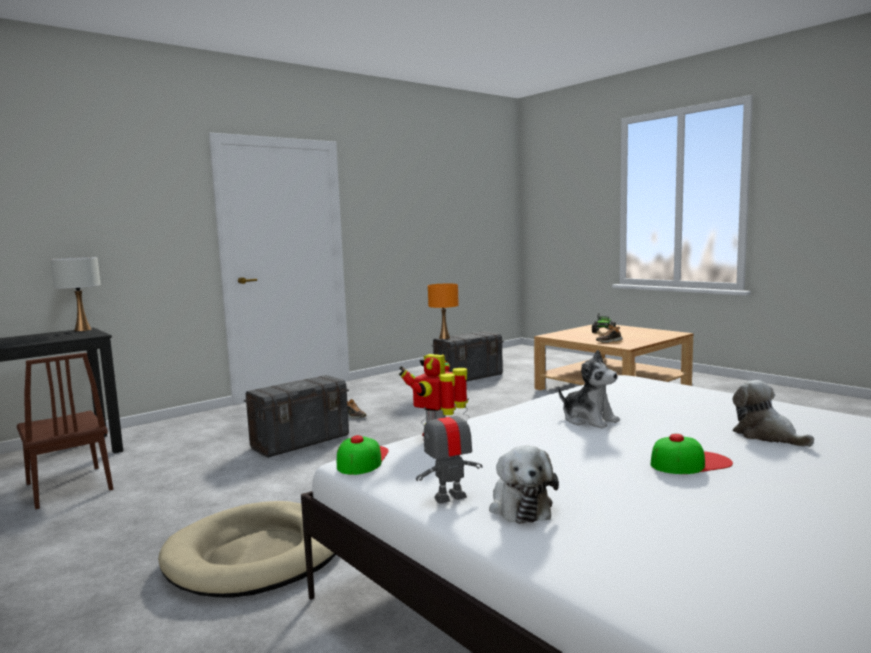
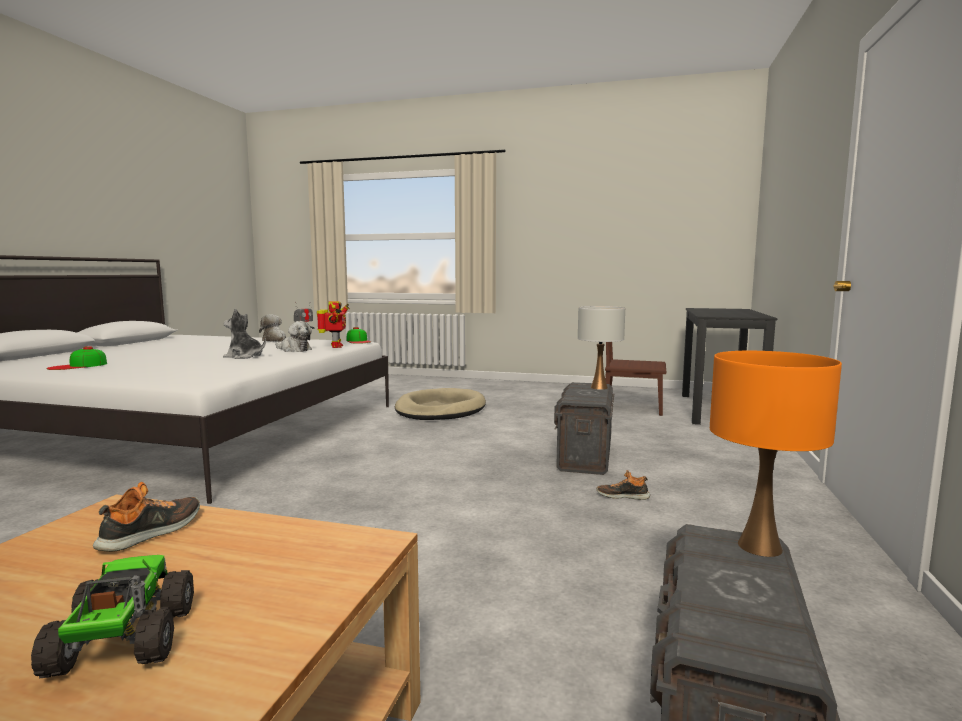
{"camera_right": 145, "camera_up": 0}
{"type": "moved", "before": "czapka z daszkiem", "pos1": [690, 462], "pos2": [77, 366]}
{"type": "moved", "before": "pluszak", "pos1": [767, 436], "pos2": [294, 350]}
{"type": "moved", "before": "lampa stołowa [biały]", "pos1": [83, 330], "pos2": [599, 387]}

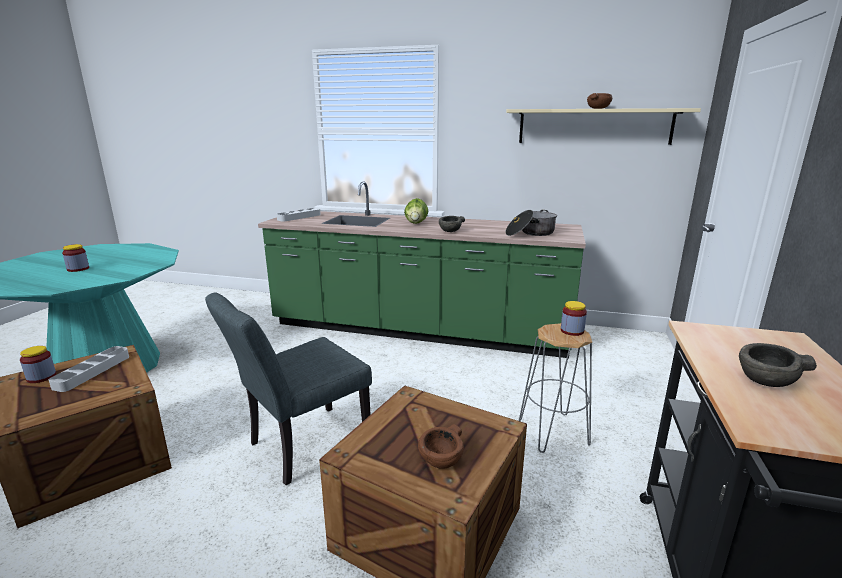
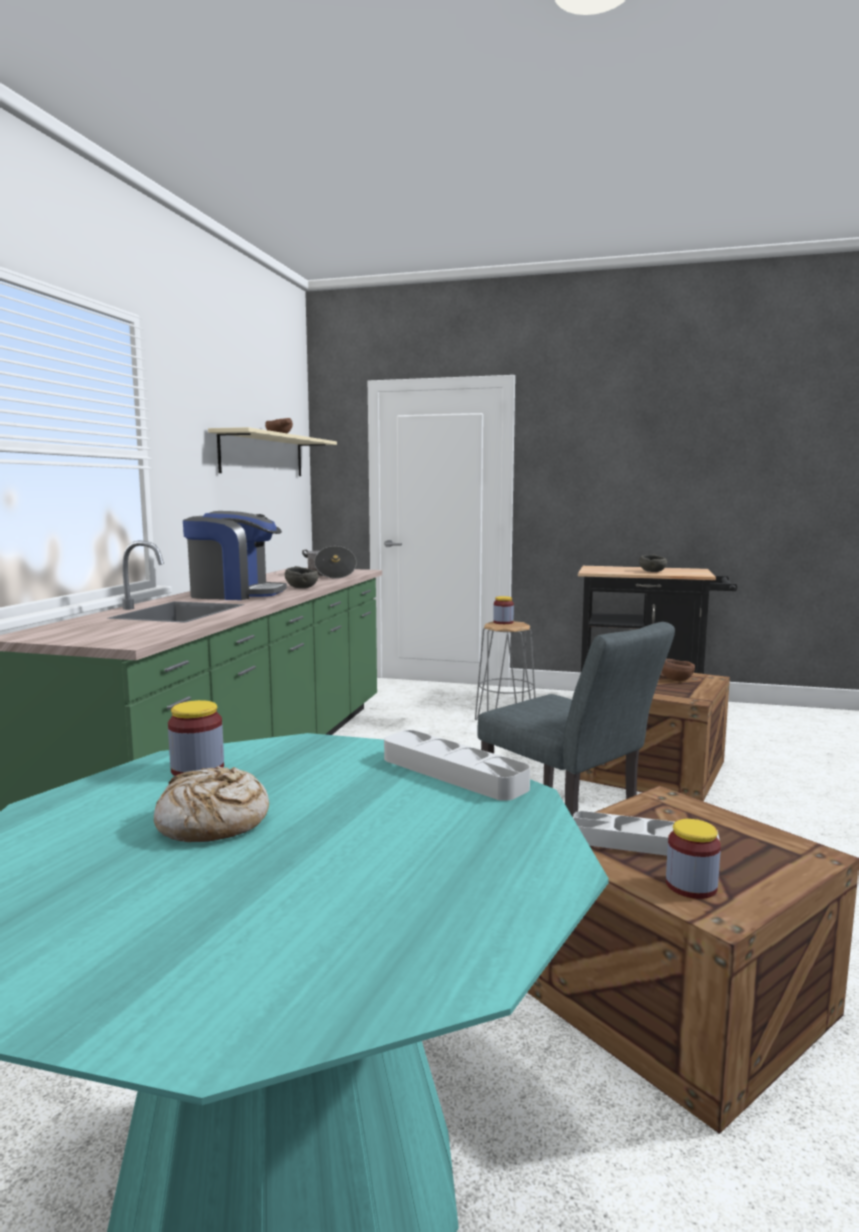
{"camera_right": -90, "camera_up": -10}
{"type": "added", "after": "chleb", "pos2": [213, 822]}
{"type": "moved", "before": "słoik", "pos1": [78, 269], "pos2": [197, 769]}
{"type": "replaced", "before": "sałata", "after": "ekspres do kawy", "pos1": [416, 223], "pos2": [235, 594]}
{"type": "moved", "before": "taca [szary]", "pos1": [299, 217], "pos2": [453, 772]}

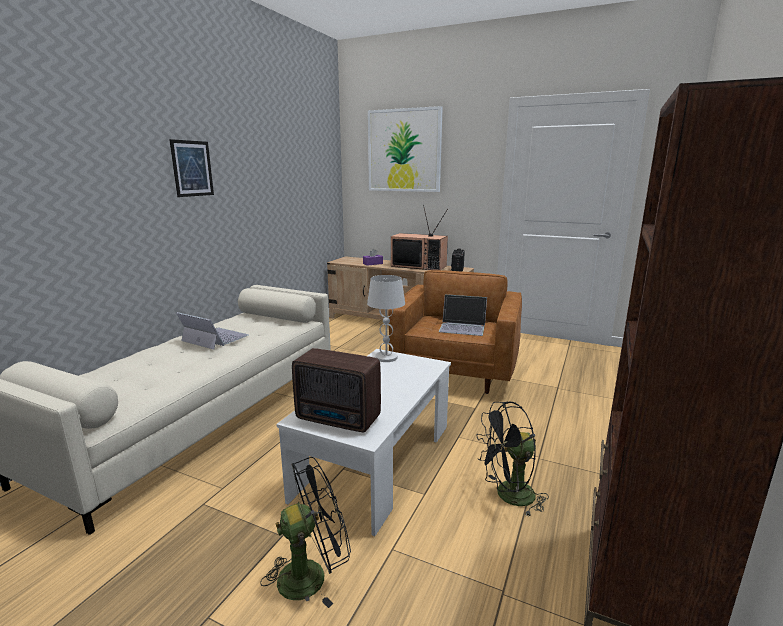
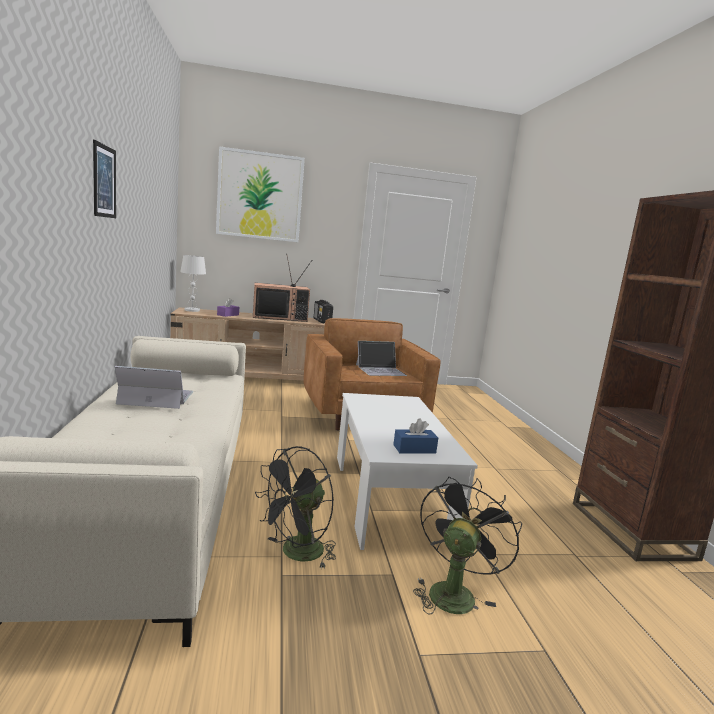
{"camera_right": -35, "camera_up": -5}
{"type": "moved", "before": "lampa stołowa [biały]", "pos1": [386, 357], "pos2": [192, 310]}
{"type": "moved", "before": "wentylator [czarny]", "pos1": [508, 496], "pos2": [296, 554]}
{"type": "replaced", "before": "radio", "after": "pudełko chusteczek [niebieski]", "pos1": [339, 419], "pos2": [414, 449]}

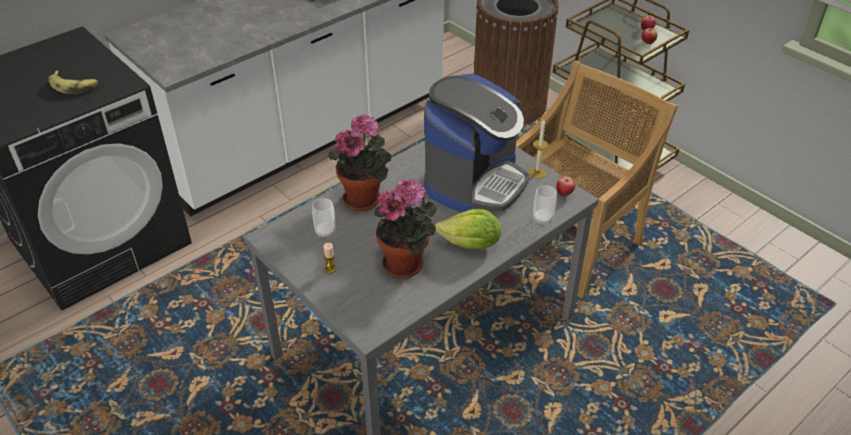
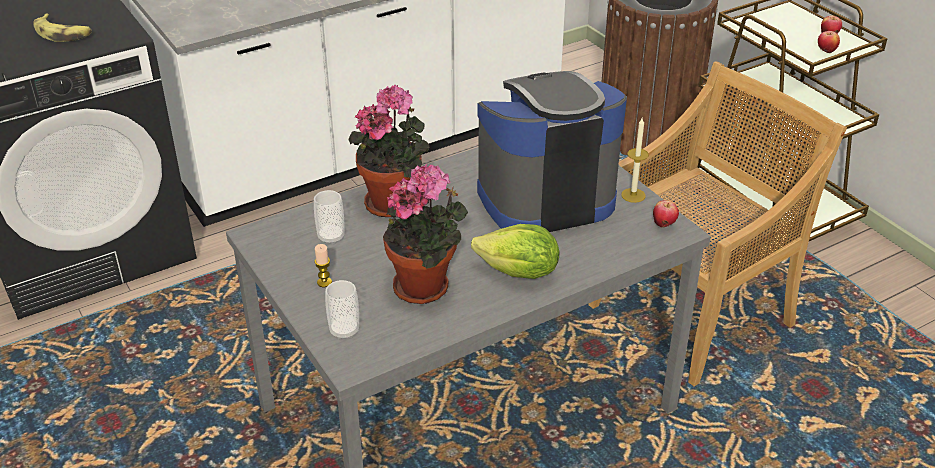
{"camera_right": 10, "camera_up": -5}
{"type": "moved", "before": "filiżanka", "pos1": [542, 218], "pos2": [344, 331]}
{"type": "turned", "before": "ekspres do kawy", "pos1": [474, 182], "pos2": [545, 198], "turn": -150}

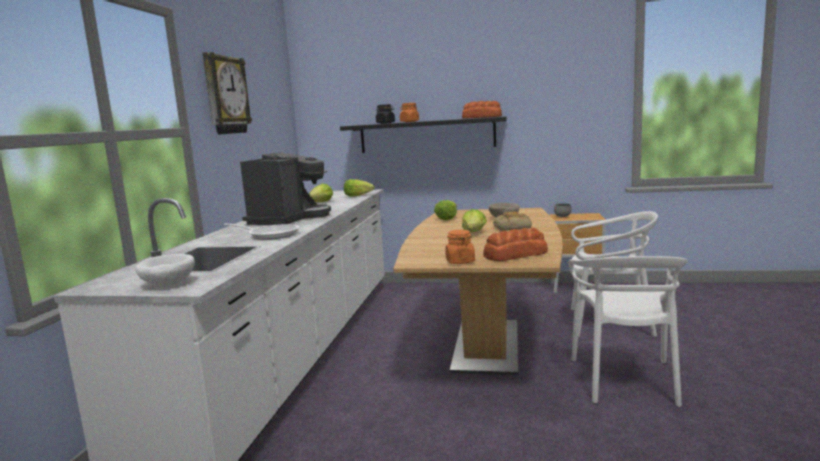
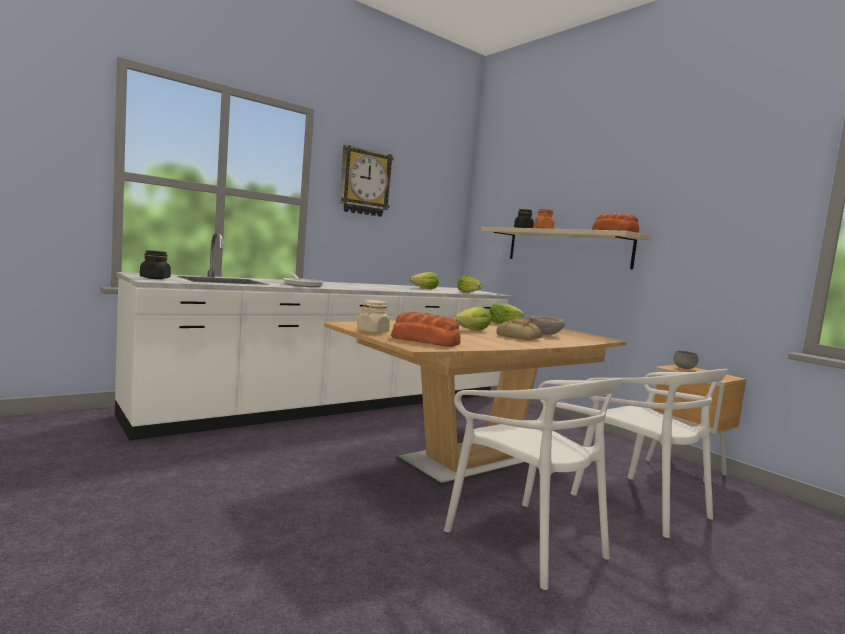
{"camera_right": 40, "camera_up": -5}
{"type": "replaced", "before": "miska [biały]", "after": "słoik [czarny]", "pos1": [167, 284], "pos2": [155, 278]}
{"type": "recoloured", "before": "słoik [pomarańczowy]", "after": "słoik [beżowy]", "pos1": [460, 261], "pos2": [372, 331]}
{"type": "turned", "before": "krzesło [biały]", "pos1": [625, 380], "pos2": [526, 541], "turn": -90}
{"type": "recoloured", "before": "półka [czarny]", "after": "półka [beżowy]", "pos1": [427, 135], "pos2": [567, 248]}
{"type": "removed", "before": "ekspres do kawy", "pos1": [289, 218]}

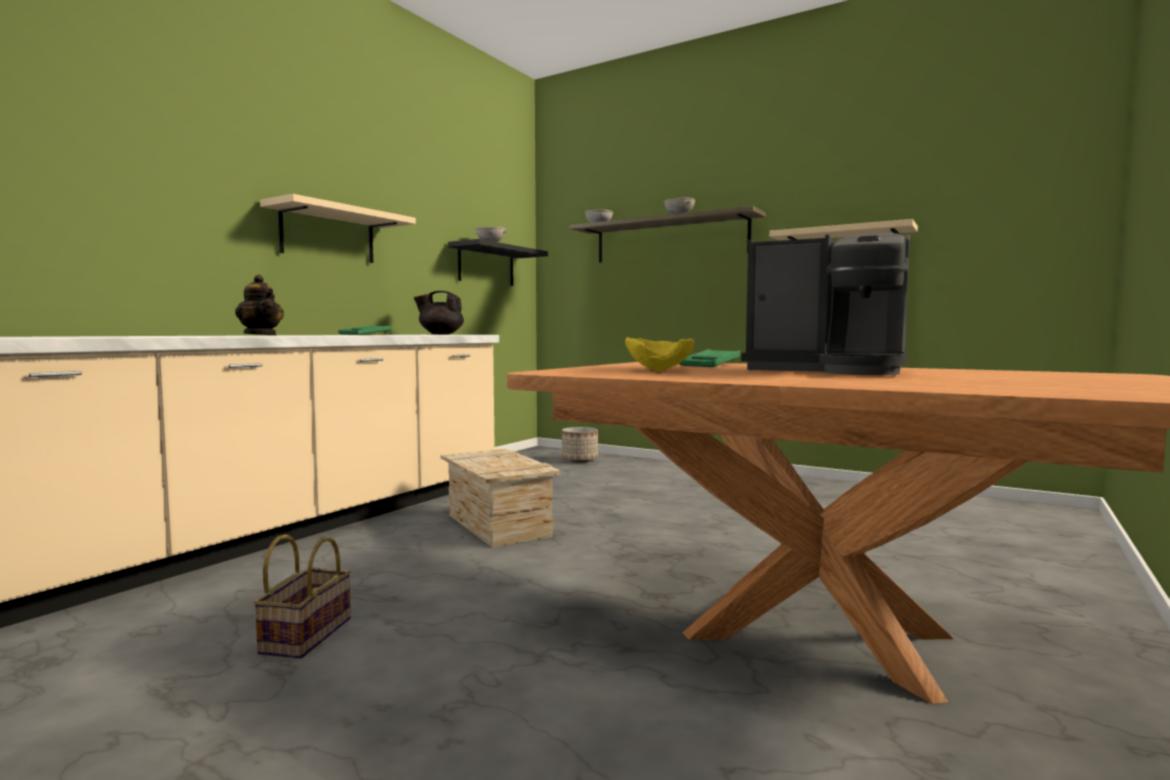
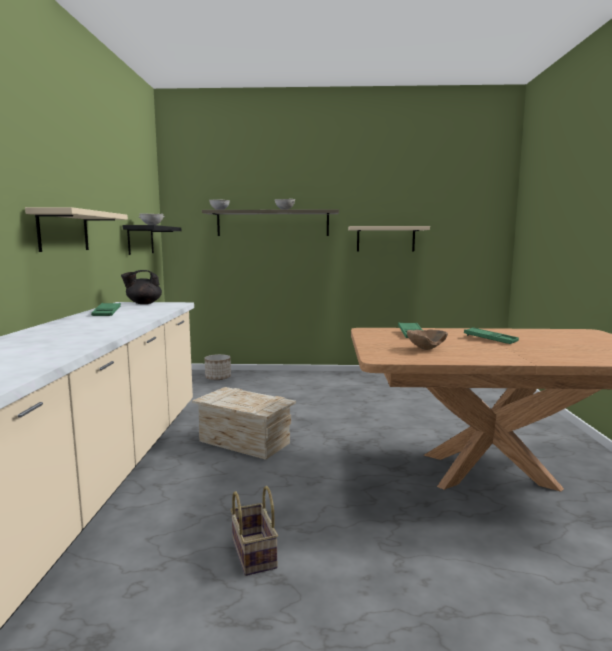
{"camera_right": -30, "camera_up": 5}
{"type": "recoloured", "before": "miska [żółty]", "after": "miska [brązowy]", "pos1": [660, 371], "pos2": [425, 349]}
{"type": "replaced", "before": "ekspres do kawy", "after": "taca [zielony]", "pos1": [829, 371], "pos2": [490, 339]}
{"type": "removed", "before": "imbryk", "pos1": [261, 335]}

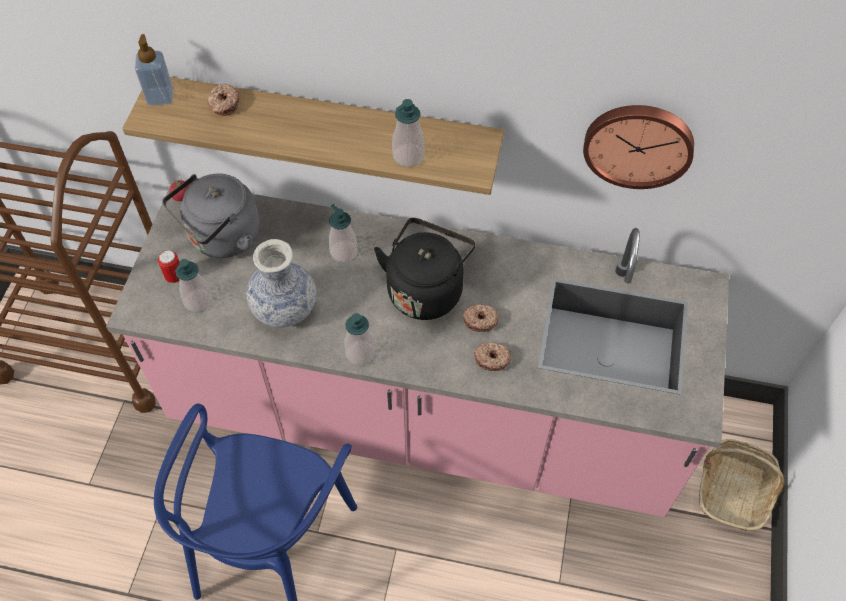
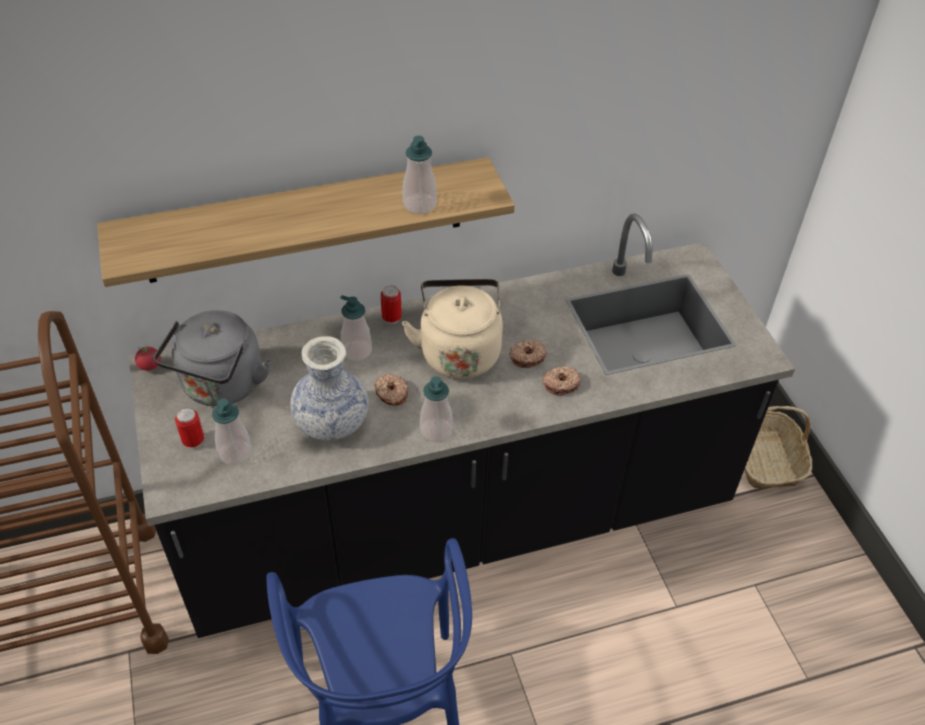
{"camera_right": -30, "camera_up": -10}
{"type": "recoloured", "before": "zabudowa kuchenna [różowy]", "after": "zabudowa kuchenna [czarny]", "pos1": [423, 415], "pos2": [458, 520]}
{"type": "moved", "before": "donut", "pos1": [224, 104], "pos2": [391, 394]}
{"type": "added", "after": "puszka", "pos2": [391, 318]}
{"type": "recoloured", "before": "czajnik [czarny]", "after": "czajnik [beżowy]", "pos1": [426, 289], "pos2": [459, 351]}
{"type": "removed", "before": "dozownik mydła", "pos1": [160, 96]}
{"type": "removed", "before": "zegar ścienny", "pos1": [638, 143]}

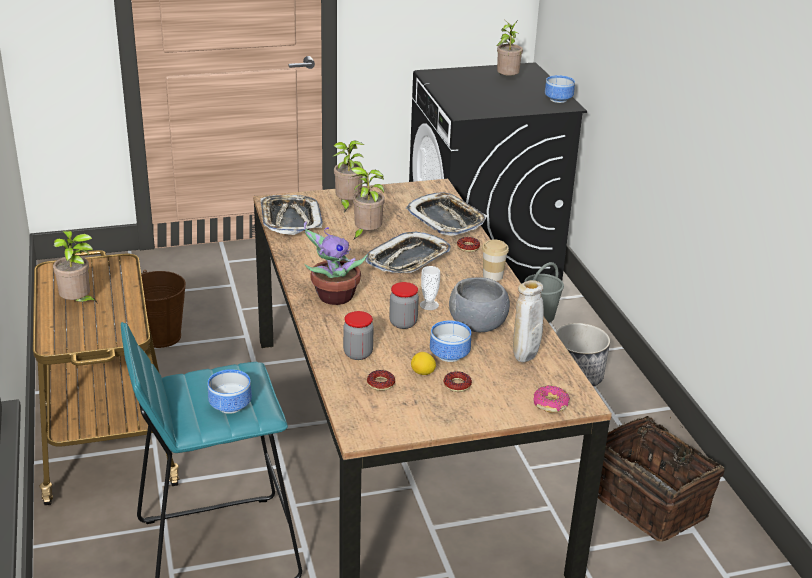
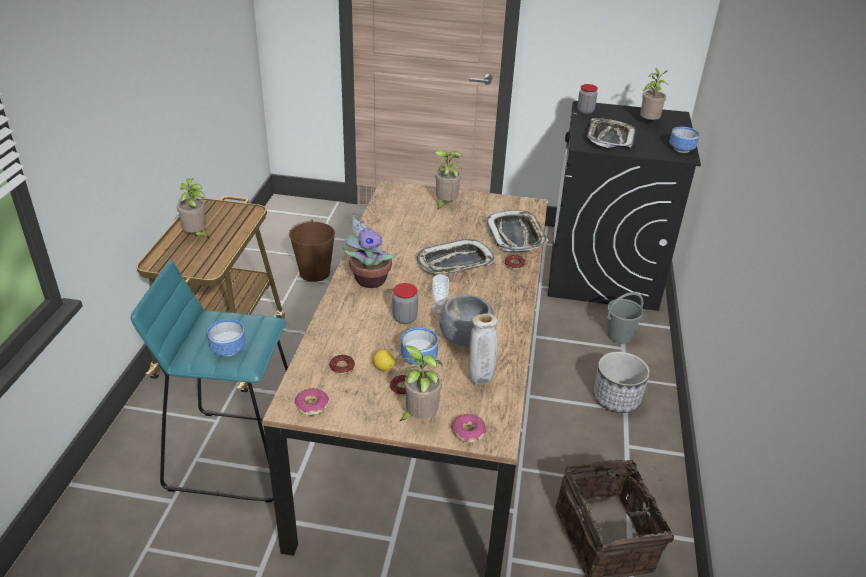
{"camera_right": 25, "camera_up": 5}
{"type": "added", "after": "donut", "pos2": [312, 406]}
{"type": "moved", "before": "roślina doniczkowa", "pos1": [366, 235], "pos2": [419, 417]}
{"type": "moved", "before": "słoik", "pos1": [358, 354], "pos2": [585, 111]}
{"type": "moved", "before": "taca", "pos1": [290, 220], "pos2": [609, 138]}
{"type": "removed", "before": "filiżanka", "pos1": [493, 276]}

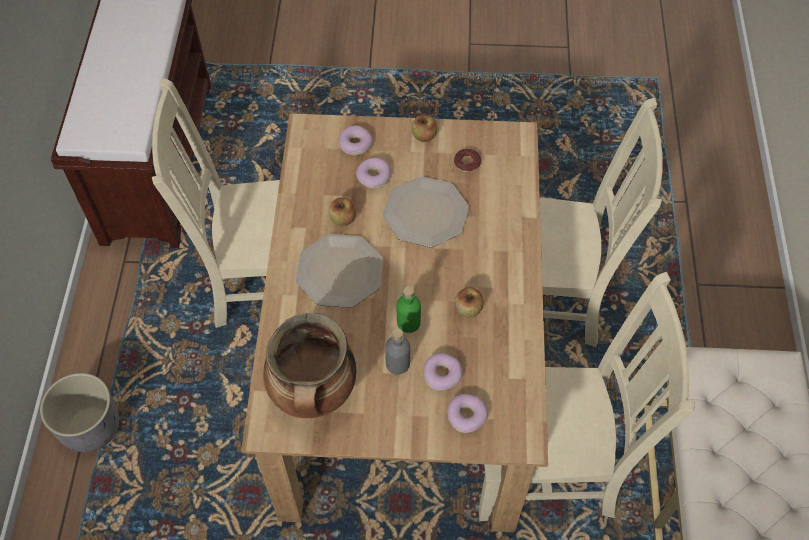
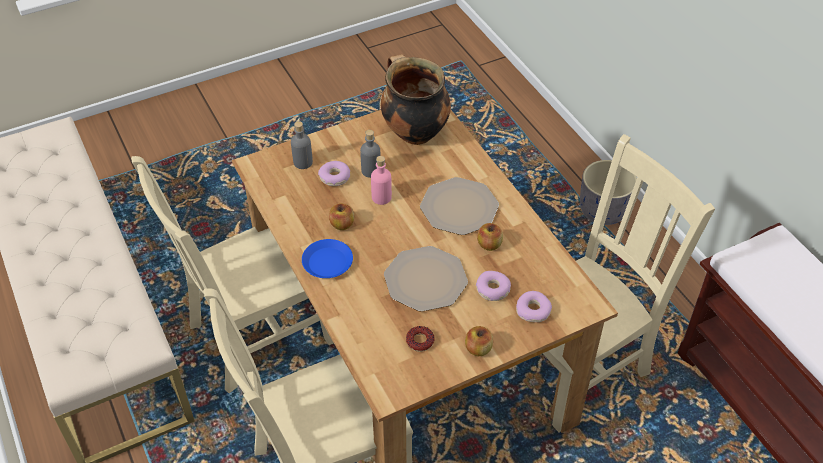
{"camera_right": 150, "camera_up": -10}
{"type": "replaced", "before": "donut", "after": "butelka [szary]", "pos1": [466, 415], "pos2": [303, 162]}
{"type": "added", "after": "talerz [niebieski]", "pos2": [327, 262]}
{"type": "recoloured", "before": "butelka [zielony]", "after": "butelka [różowy]", "pos1": [408, 322], "pos2": [381, 197]}

